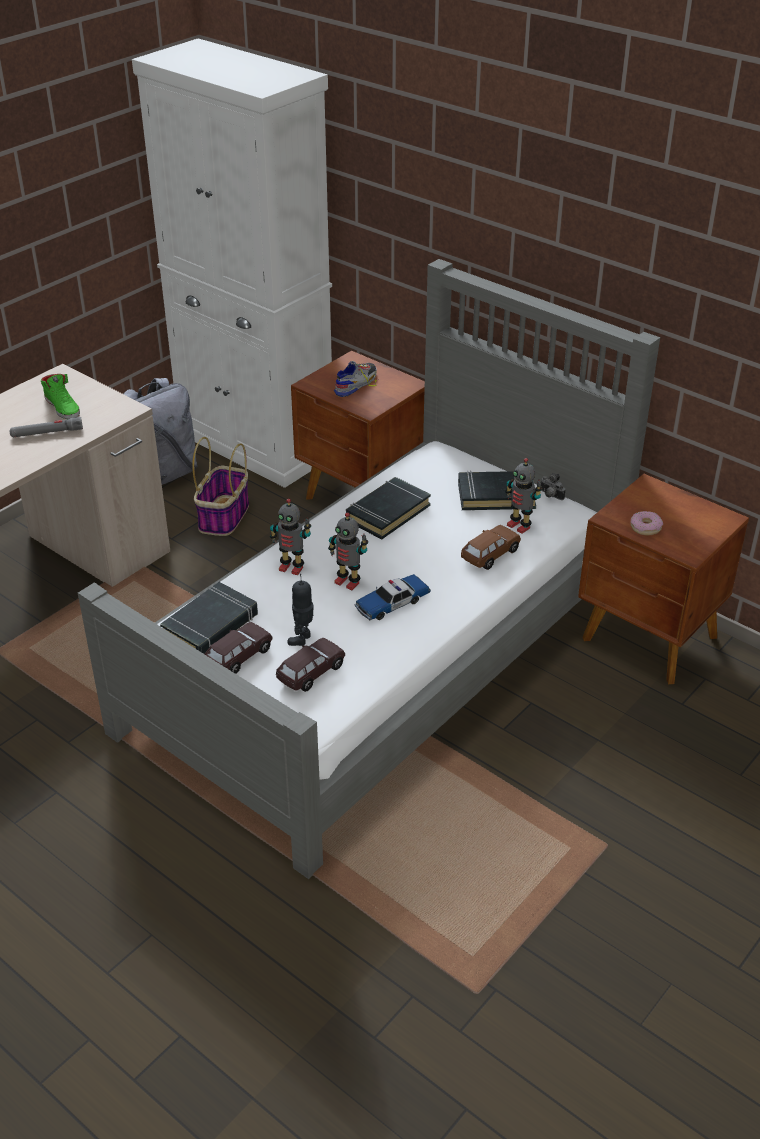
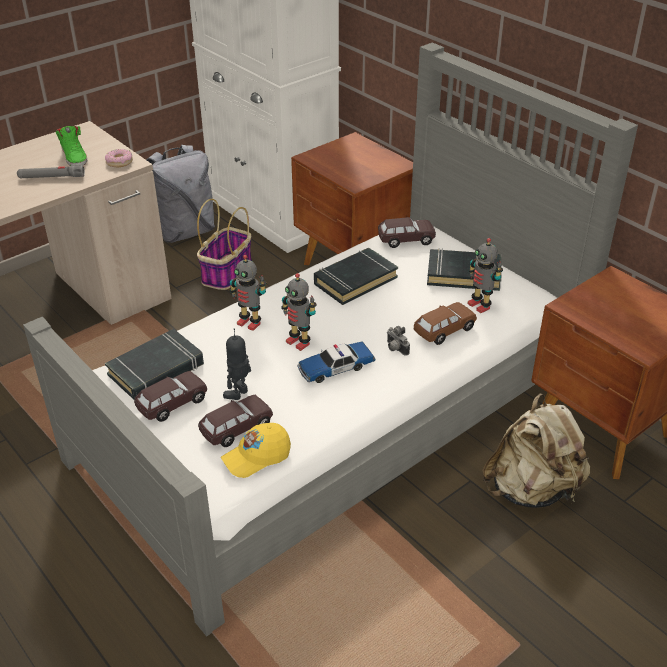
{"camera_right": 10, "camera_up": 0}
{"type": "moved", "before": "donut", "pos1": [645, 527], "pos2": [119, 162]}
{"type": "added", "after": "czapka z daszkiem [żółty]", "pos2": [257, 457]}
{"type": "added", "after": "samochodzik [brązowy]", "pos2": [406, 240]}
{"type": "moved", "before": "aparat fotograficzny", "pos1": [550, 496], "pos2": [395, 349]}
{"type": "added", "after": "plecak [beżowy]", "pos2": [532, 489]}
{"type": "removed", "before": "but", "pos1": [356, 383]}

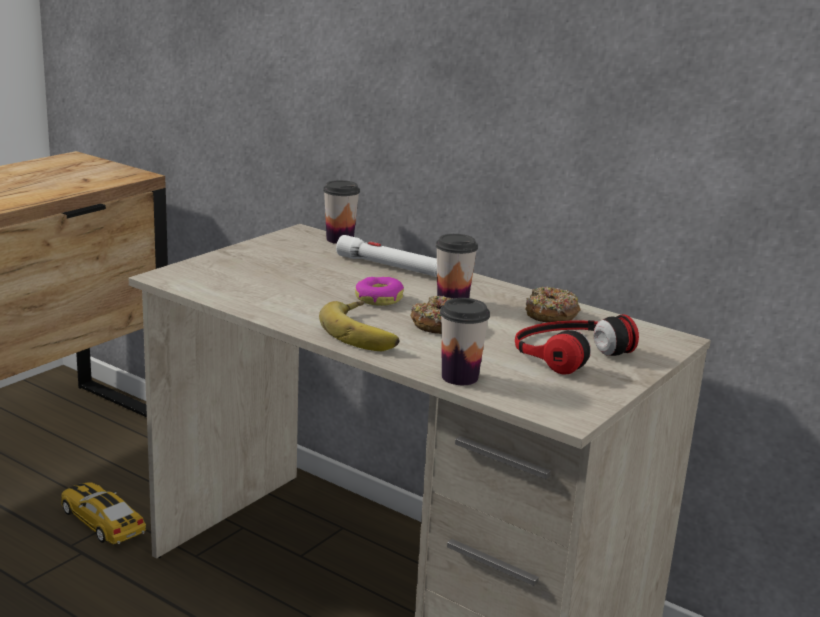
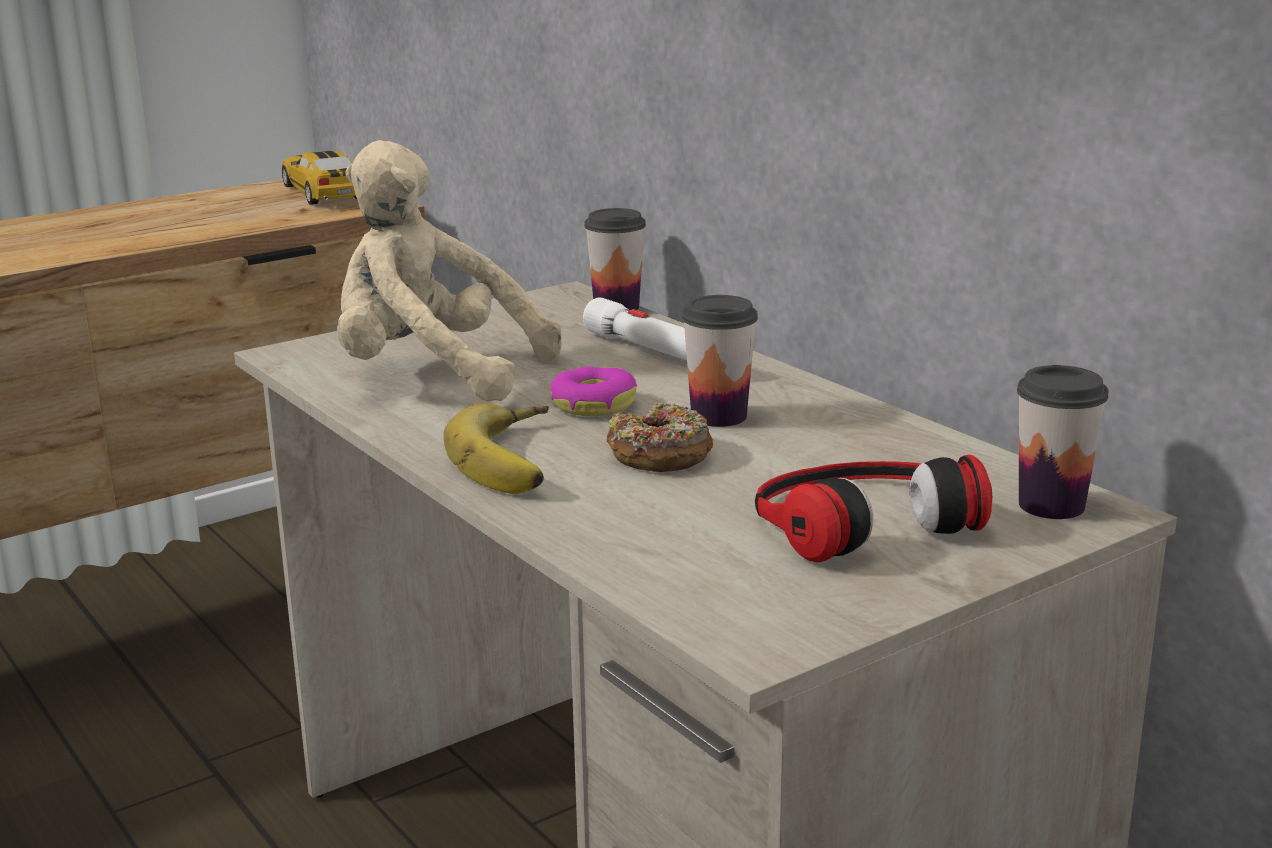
{"camera_right": 20, "camera_up": 0}
{"type": "moved", "before": "samochodzik", "pos1": [102, 521], "pos2": [324, 193]}
{"type": "added", "after": "pluszak [beżowy]", "pos2": [432, 375]}
{"type": "moved", "before": "filiżanka", "pos1": [459, 377], "pos2": [1051, 505]}
{"type": "removed", "before": "donut", "pos1": [550, 314]}

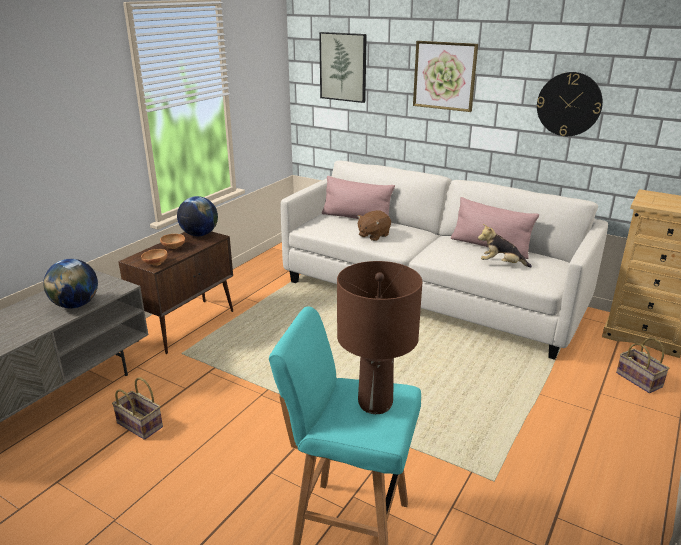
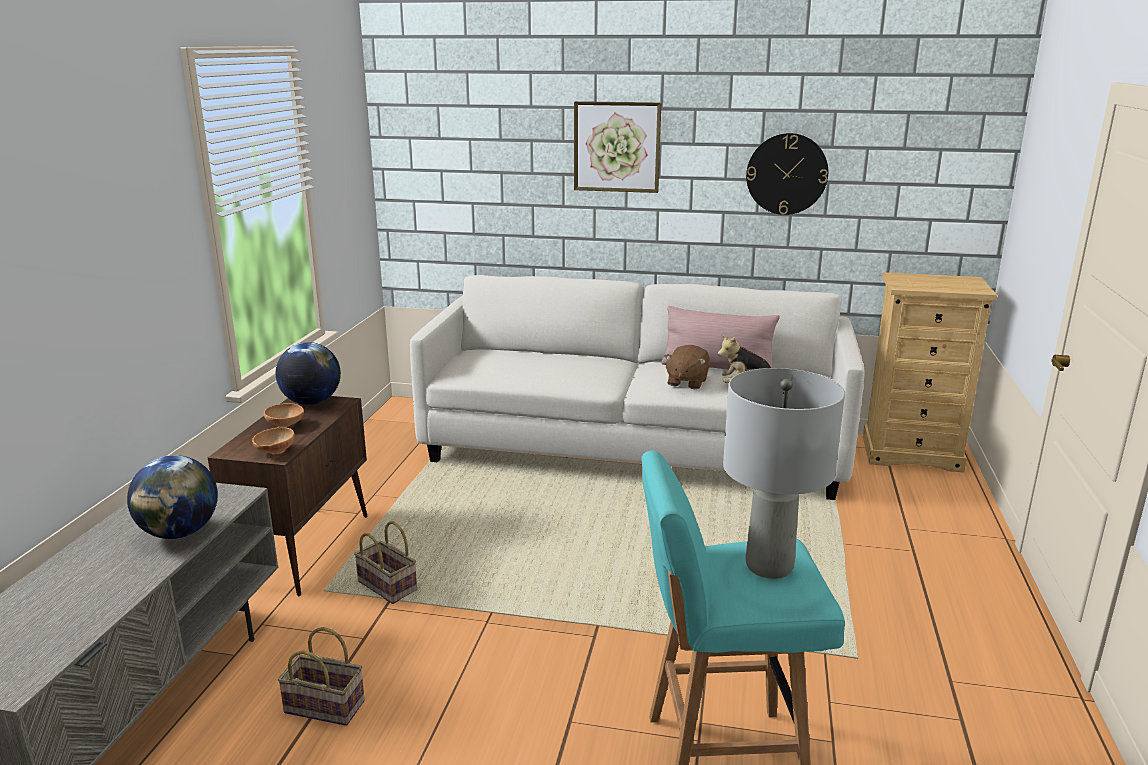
{"camera_right": -20, "camera_up": -5}
{"type": "moved", "before": "koszyk", "pos1": [640, 380], "pos2": [389, 586]}
{"type": "moved", "before": "pluszak [brązowy]", "pos1": [373, 235], "pos2": [686, 382]}
{"type": "recoloured", "before": "lampa stołowa [brązowy]", "after": "lampa stołowa [szary]", "pos1": [376, 404], "pos2": [770, 566]}
{"type": "removed", "before": "obraz", "pos1": [343, 67]}
{"type": "removed", "before": "poduszka [różowy]", "pos1": [356, 218]}

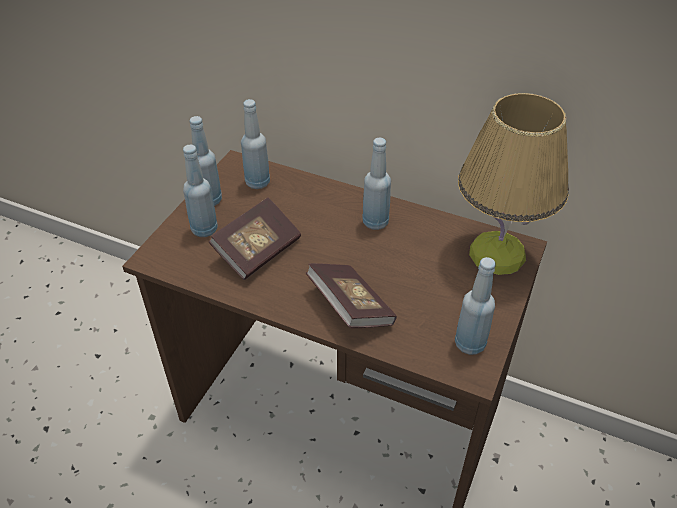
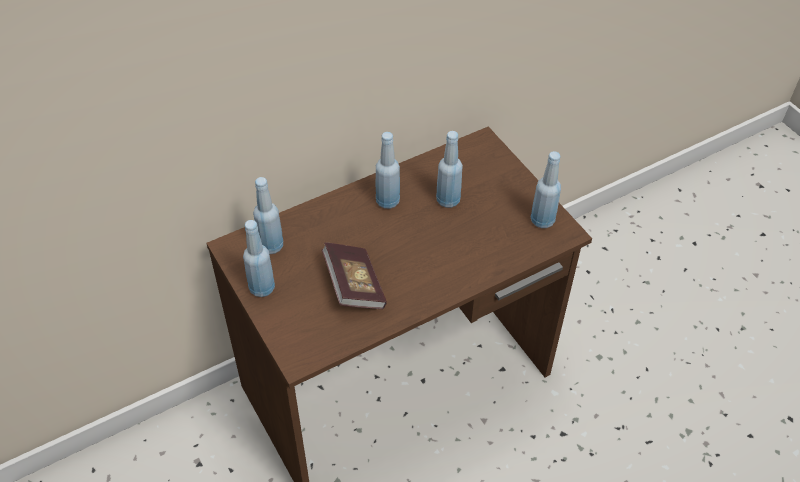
{"camera_right": -55, "camera_up": 5}
{"type": "moved", "before": "butelka [niebieski]", "pos1": [204, 229], "pos2": [448, 200]}
{"type": "removed", "before": "książka", "pos1": [350, 307]}
{"type": "removed", "before": "lampa stołowa", "pos1": [496, 254]}

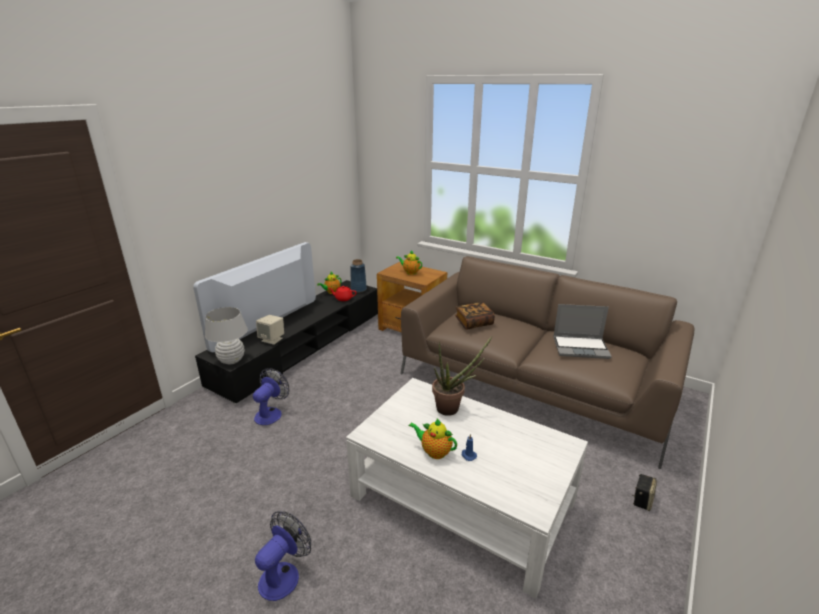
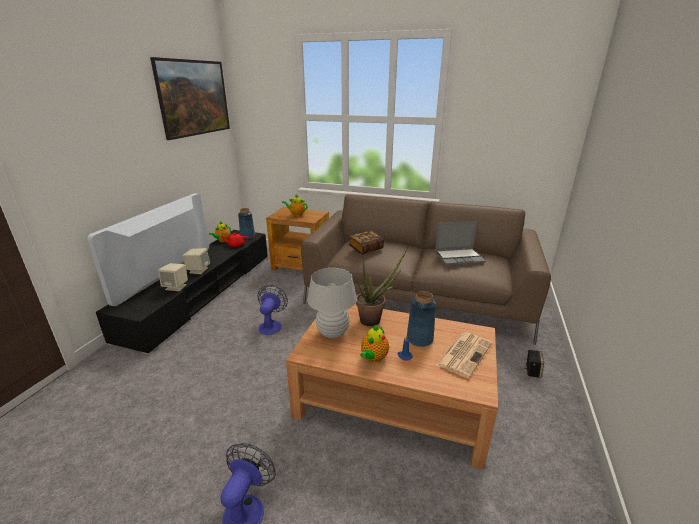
{"camera_right": -15, "camera_up": 0}
{"type": "added", "after": "obraz", "pos2": [197, 116]}
{"type": "added", "after": "głośnik [beżowy]", "pos2": [198, 270]}
{"type": "moved", "before": "wentylator", "pos1": [271, 413], "pos2": [271, 325]}
{"type": "recoloured", "before": "ława [biały]", "after": "ława [brązowy]", "pos1": [463, 499], "pos2": [394, 399]}
{"type": "moved", "before": "lampa stołowa [biały]", "pos1": [232, 360], "pos2": [333, 332]}
{"type": "turned", "before": "imbryk", "pos1": [434, 452], "pos2": [373, 358], "turn": -75}
{"type": "added", "after": "wazon [niebieski]", "pos2": [419, 339]}
{"type": "added", "after": "gazeta", "pos2": [464, 353]}

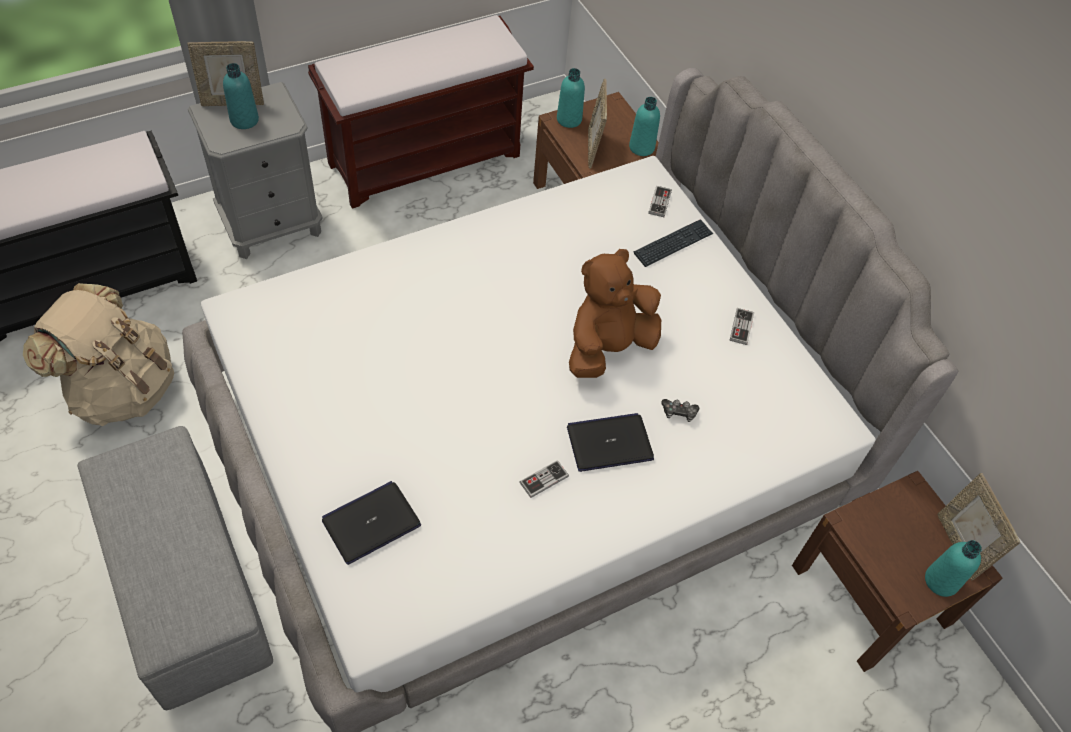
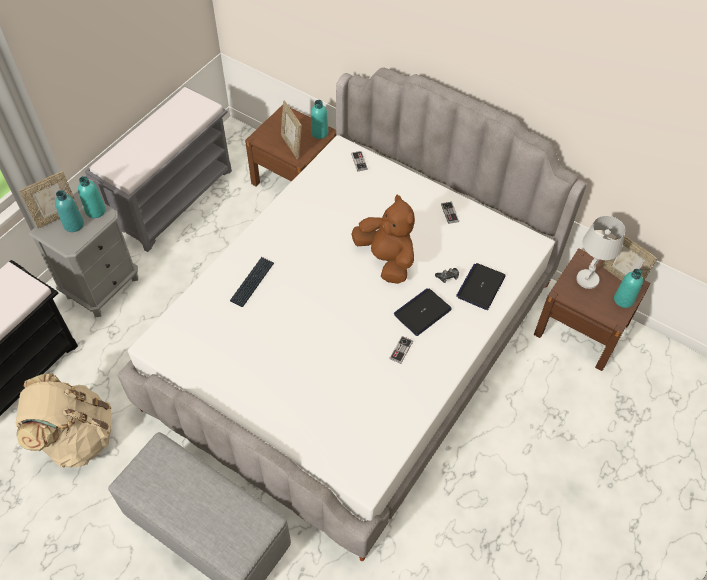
{"camera_right": -25, "camera_up": 0}
{"type": "moved", "before": "butelka [turkusowy]", "pos1": [569, 119], "pos2": [95, 211]}
{"type": "recoloured", "before": "ławka [brązowy]", "after": "ławka [szary]", "pos1": [426, 158], "pos2": [174, 198]}
{"type": "moved", "before": "klawiatura", "pos1": [673, 244], "pos2": [252, 282]}
{"type": "turned", "before": "pluszak [brązowy]", "pos1": [608, 347], "pos2": [386, 259], "turn": 120}
{"type": "moved", "before": "laptop", "pos1": [371, 522], "pos2": [481, 286]}
{"type": "added", "after": "lampa stołowa [biały]", "pos2": [587, 279]}

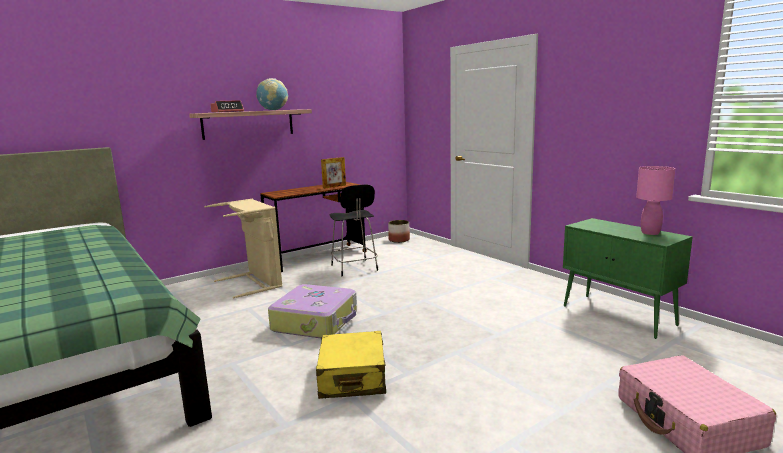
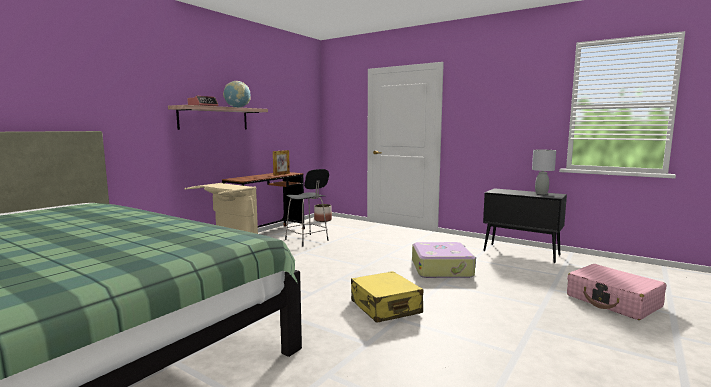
{"camera_right": -20, "camera_up": -5}
{"type": "moved", "before": "walizka", "pos1": [316, 321], "pos2": [442, 268]}
{"type": "recoloured", "before": "szafka [zielony]", "after": "szafka [czarny]", "pos1": [619, 315], "pos2": [522, 253]}
{"type": "recoloured", "before": "lampa stołowa [różowy]", "after": "lampa stołowa [szary]", "pos1": [650, 233], "pos2": [541, 193]}

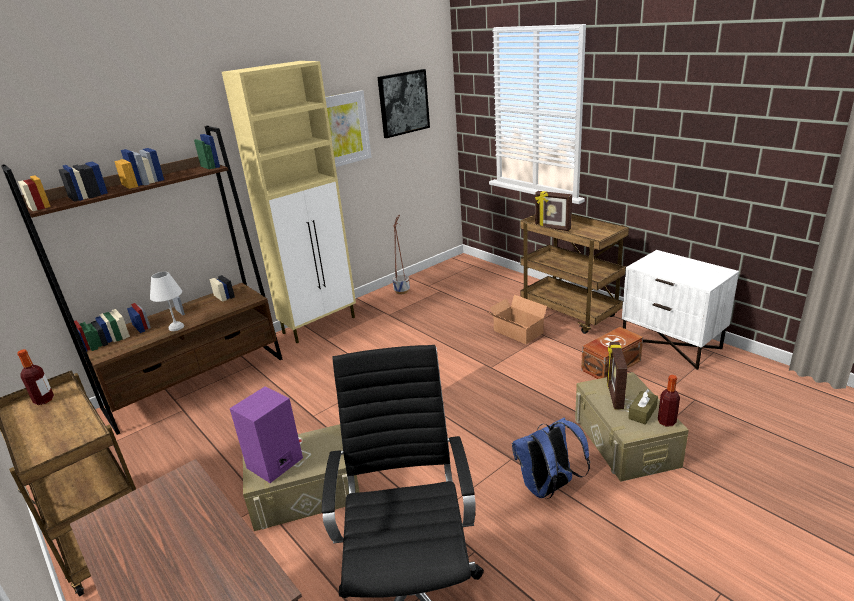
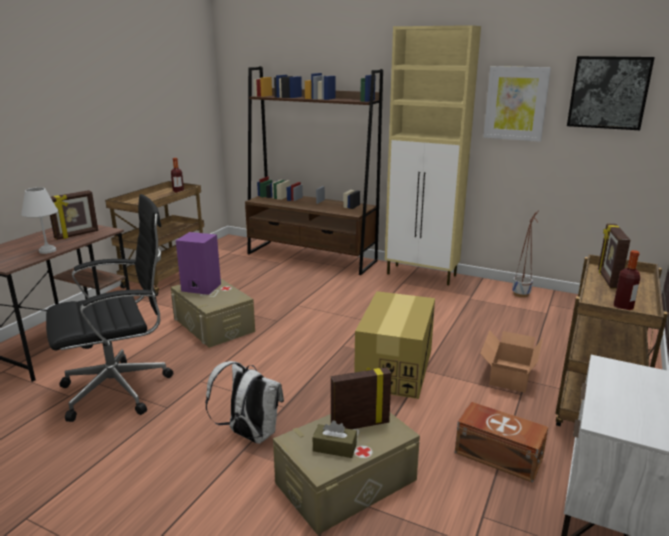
{"camera_right": 65, "camera_up": -5}
{"type": "moved", "before": "lampa stołowa [biały]", "pos1": [175, 327], "pos2": [47, 250]}
{"type": "added", "after": "ramka na zdjęcie", "pos2": [77, 235]}
{"type": "recoloured", "before": "plecak [niebieski]", "after": "plecak [biały]", "pos1": [548, 488], "pos2": [249, 435]}
{"type": "added", "after": "karton", "pos2": [395, 368]}
{"type": "moved", "before": "butelka", "pos1": [666, 421], "pos2": [623, 307]}

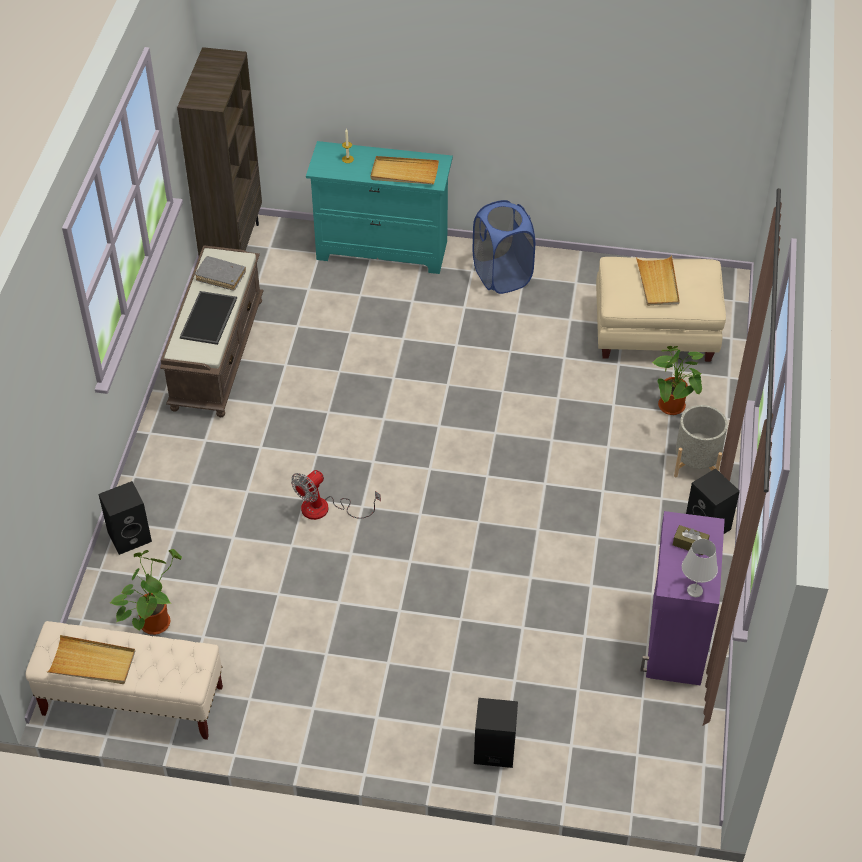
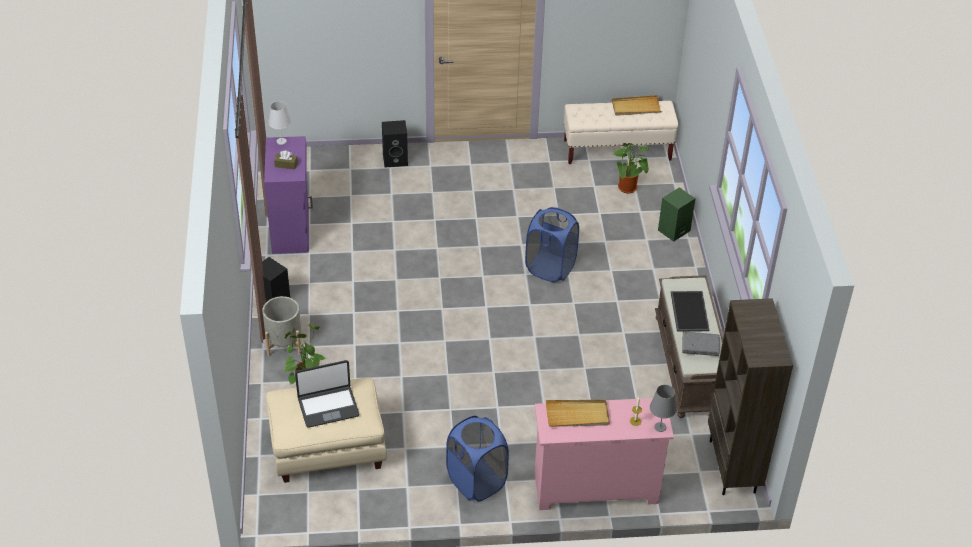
{"camera_right": 165, "camera_up": -5}
{"type": "replaced", "before": "taca [beżowy]", "after": "laptop", "pos1": [658, 283], "pos2": [328, 406]}
{"type": "replaced", "before": "wentylator", "after": "kosz na pranie [niebieski]", "pos1": [325, 509], "pos2": [550, 268]}
{"type": "recoloured", "before": "komoda [turkusowy]", "after": "komoda [różowy]", "pos1": [382, 250], "pos2": [595, 488]}
{"type": "added", "after": "lampa stołowa [szary]", "pos2": [660, 427]}
{"type": "recoloured", "before": "głośnik [czarny]", "after": "głośnik [zielony]", "pos1": [130, 536], "pos2": [674, 231]}

